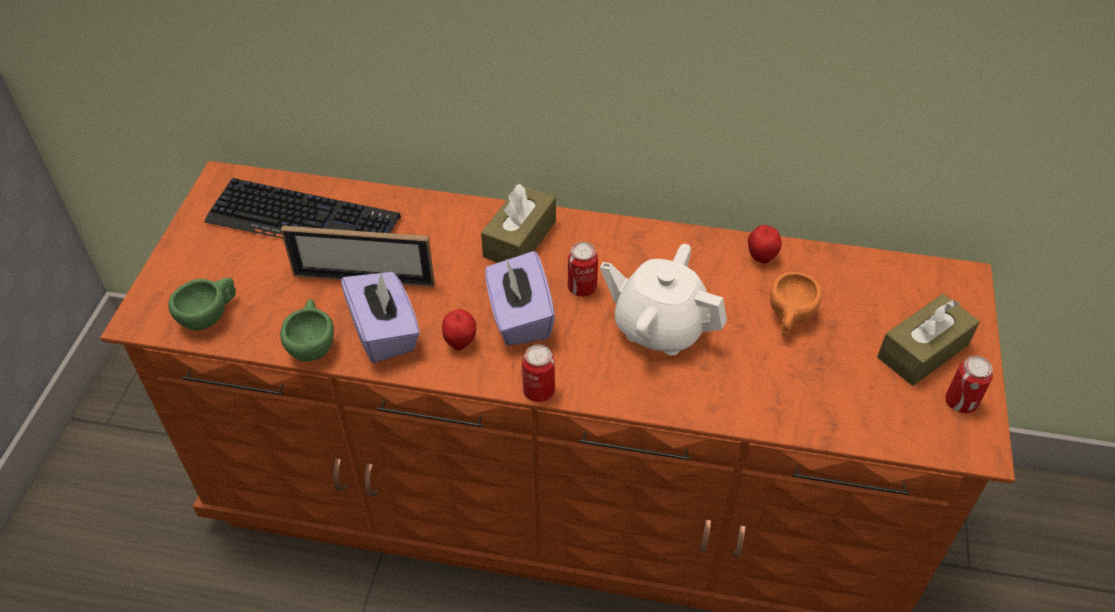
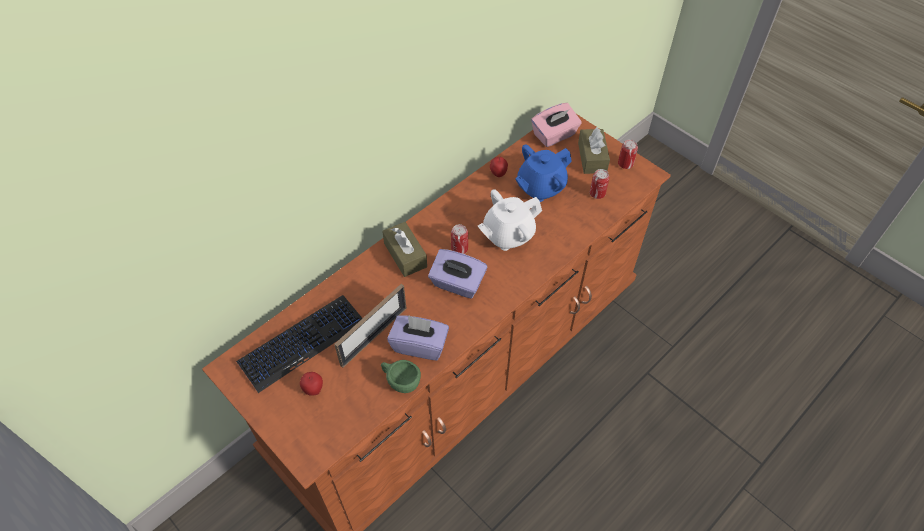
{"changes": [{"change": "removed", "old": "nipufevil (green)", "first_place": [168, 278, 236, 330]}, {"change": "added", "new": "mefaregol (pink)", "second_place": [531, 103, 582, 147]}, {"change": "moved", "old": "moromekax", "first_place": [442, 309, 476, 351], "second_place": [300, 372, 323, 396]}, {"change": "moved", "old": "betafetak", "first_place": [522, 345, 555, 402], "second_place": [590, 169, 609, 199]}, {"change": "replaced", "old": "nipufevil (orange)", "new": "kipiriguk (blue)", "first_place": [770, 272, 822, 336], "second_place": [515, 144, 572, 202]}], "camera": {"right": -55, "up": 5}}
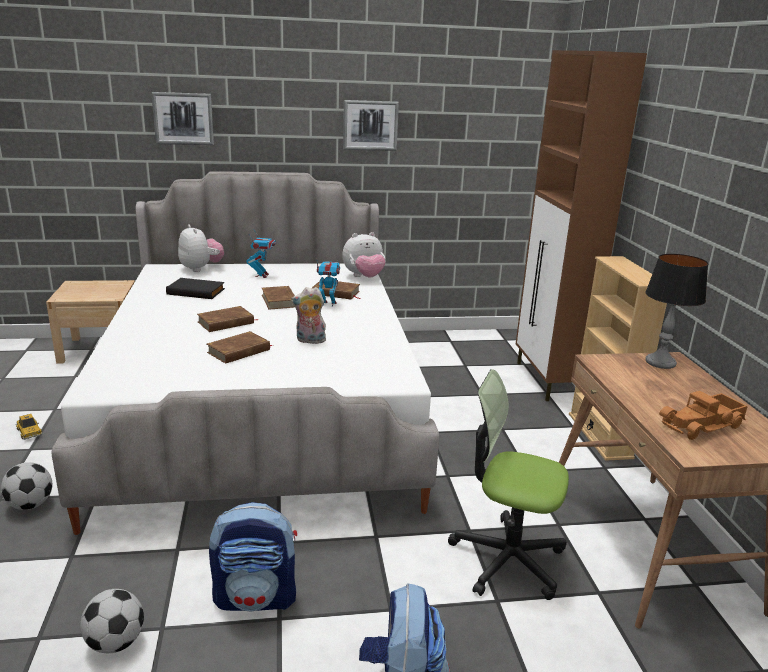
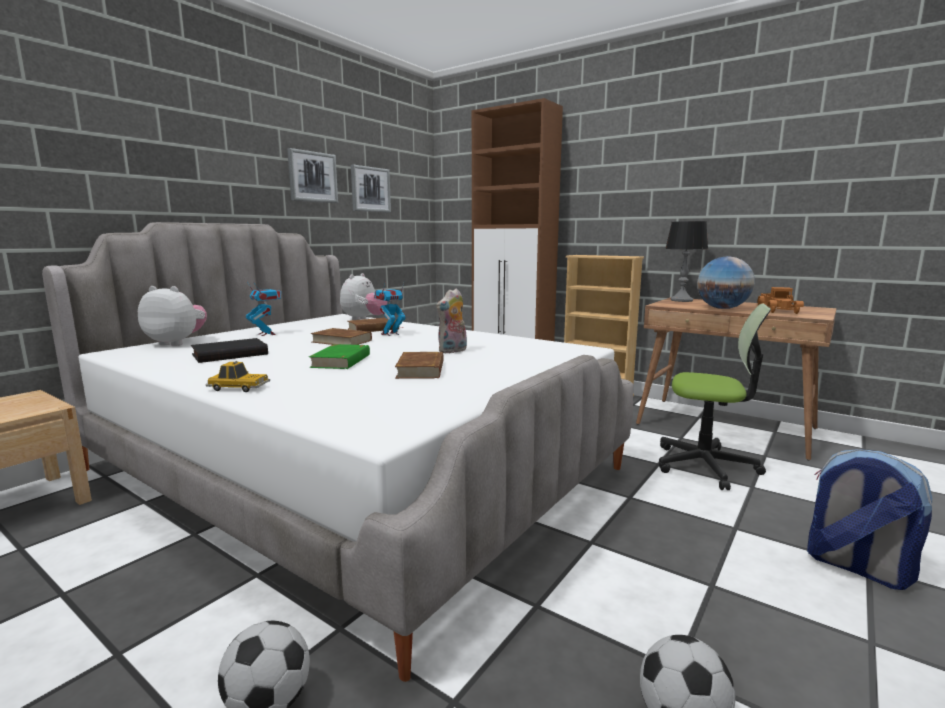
{"changes": [{"change": "removed", "old": "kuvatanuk", "first_place": [209, 502, 297, 612]}, {"change": "added", "new": "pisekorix", "second_place": [697, 256, 755, 309]}, {"change": "moved", "old": "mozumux", "first_place": [16, 414, 43, 440], "second_place": [206, 361, 270, 392]}, {"change": "moved", "old": "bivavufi", "first_place": [151, 92, 214, 145], "second_place": [351, 164, 391, 212]}, {"change": "recoloured", "old": "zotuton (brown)", "new": "zotuton (green)", "first_place": [197, 306, 258, 332], "second_place": [309, 344, 370, 369]}, {"change": "turned", "old": "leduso", "first_place": [448, 369, 569, 600], "second_place": [659, 303, 771, 490], "degrees": -135}], "camera": {"right": -45, "up": -10}}
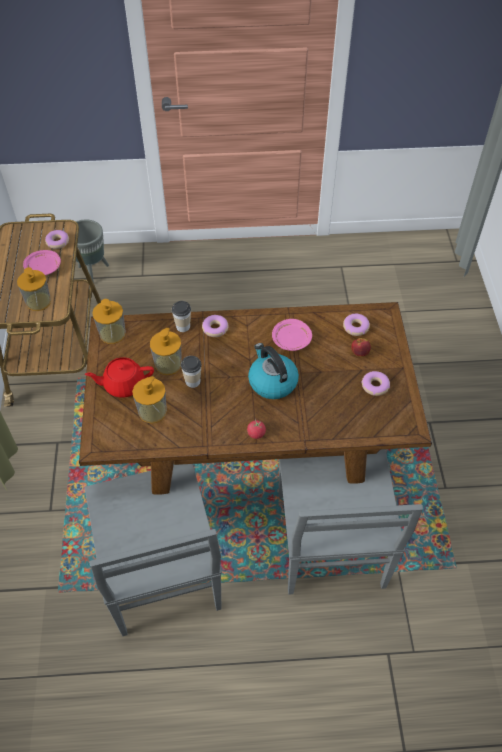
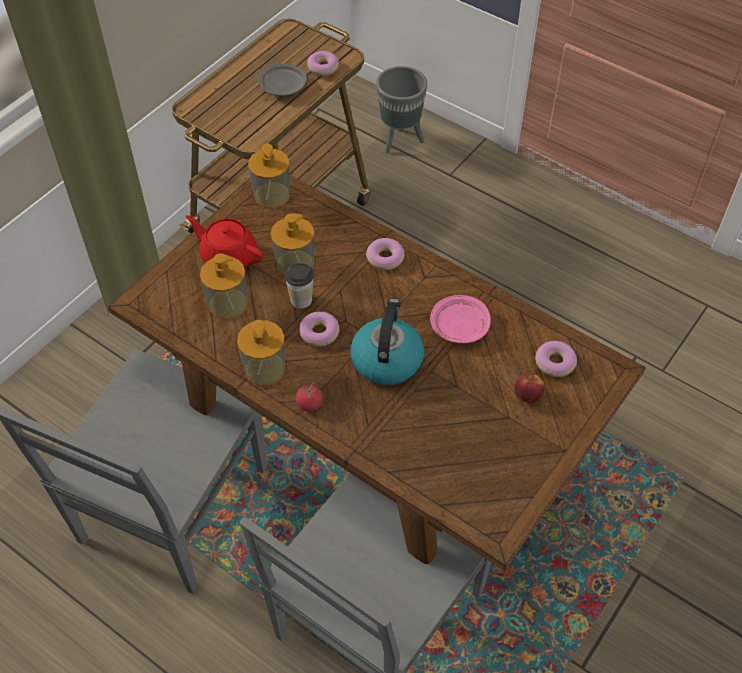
{"changes": [{"change": "removed", "old": "nipufevil", "first_place": [172, 301, 191, 332]}, {"change": "moved", "old": "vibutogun", "first_place": [17, 267, 51, 311], "second_place": [237, 320, 285, 386]}, {"change": "moved", "old": "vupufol", "first_place": [361, 371, 390, 396], "second_place": [299, 312, 339, 347]}, {"change": "recoloured", "old": "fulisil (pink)", "new": "fulisil (grey)", "first_place": [23, 250, 61, 275], "second_place": [258, 64, 307, 96]}], "camera": {"right": 40, "up": 0}}
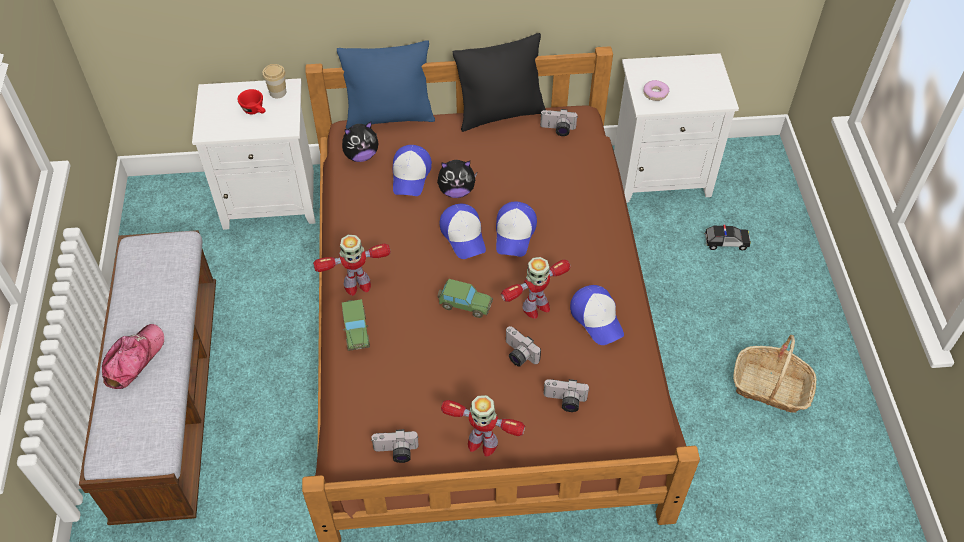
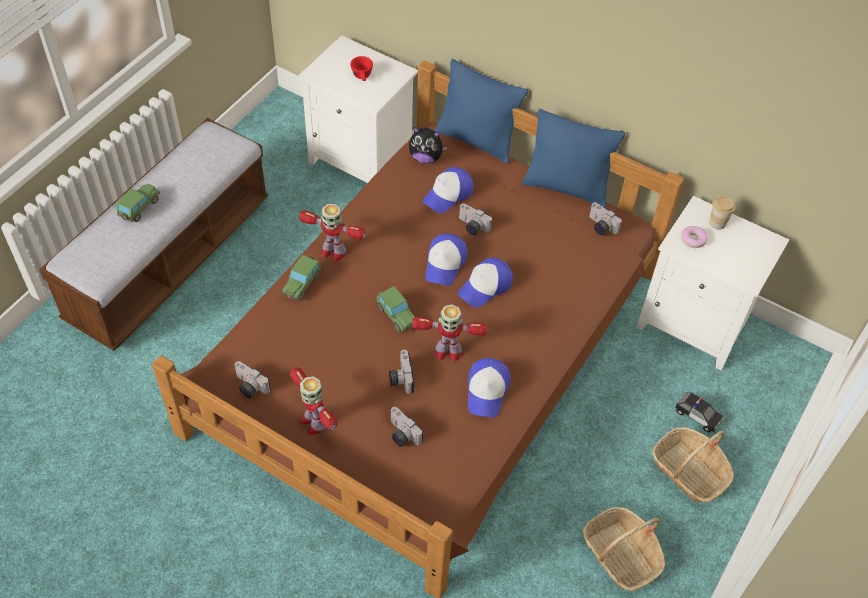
{"changes": [{"change": "added", "new": "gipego", "second_place": [652, 427, 734, 503]}, {"change": "moved", "old": "nipufevil", "first_place": [262, 64, 286, 98], "second_place": [709, 196, 736, 230]}, {"change": "replaced", "old": "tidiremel", "new": "mozumux", "first_place": [102, 324, 164, 389], "second_place": [116, 184, 160, 222]}, {"change": "replaced", "old": "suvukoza", "new": "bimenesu", "first_place": [437, 160, 477, 198], "second_place": [459, 203, 492, 235]}, {"change": "recoloured", "old": "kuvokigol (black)", "new": "kuvokigol (blue)", "first_place": [453, 33, 546, 132], "second_place": [522, 109, 626, 208]}], "camera": {"right": 35, "up": 0}}
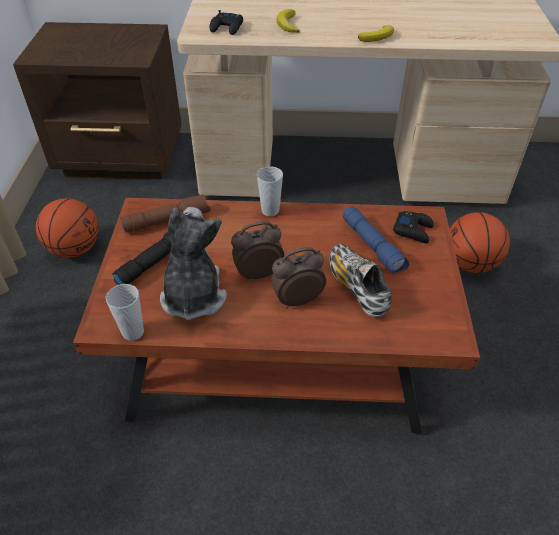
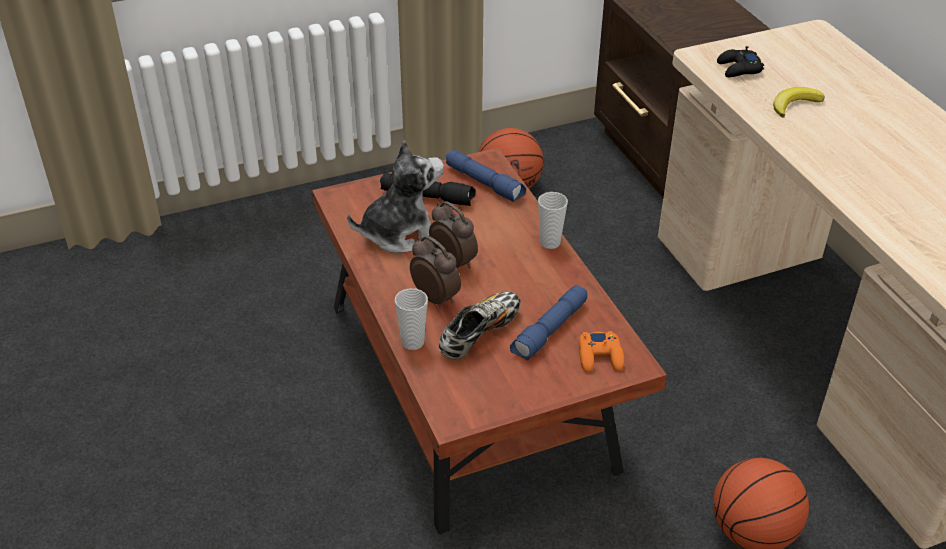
{"changes": [{"change": "removed", "old": "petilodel", "first_place": [358, 25, 394, 42]}, {"change": "moved", "old": "nipufevil", "first_place": [106, 284, 144, 341], "second_place": [395, 288, 428, 350]}, {"change": "recoloured", "old": "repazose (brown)", "new": "repazose (blue)", "first_place": [120, 195, 211, 233], "second_place": [446, 150, 526, 202]}, {"change": "recoloured", "old": "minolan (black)", "new": "minolan (orange)", "first_place": [393, 211, 434, 243], "second_place": [579, 331, 624, 372]}], "camera": {"right": 65, "up": -5}}
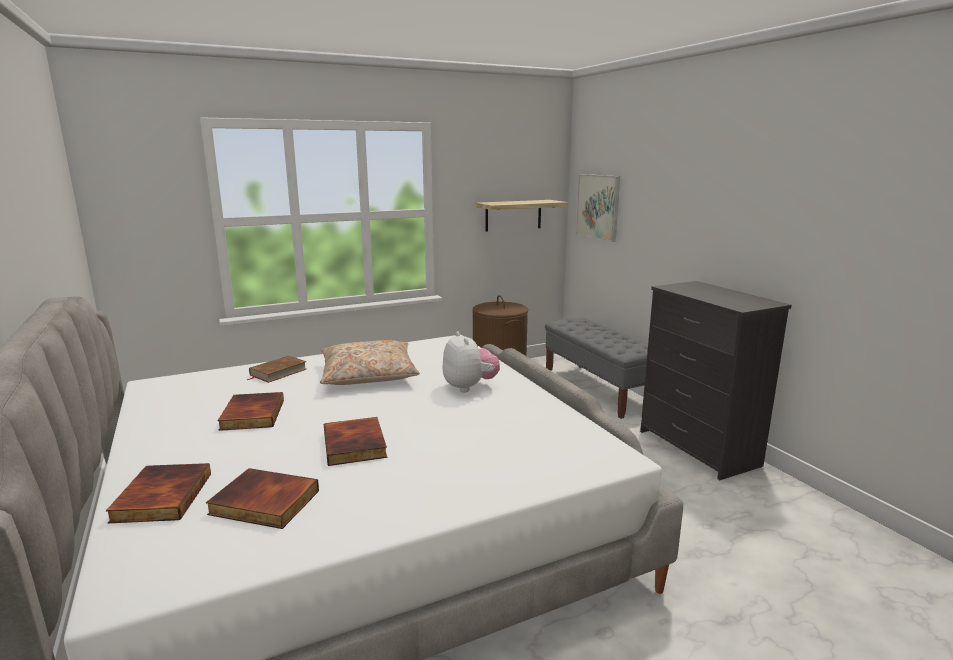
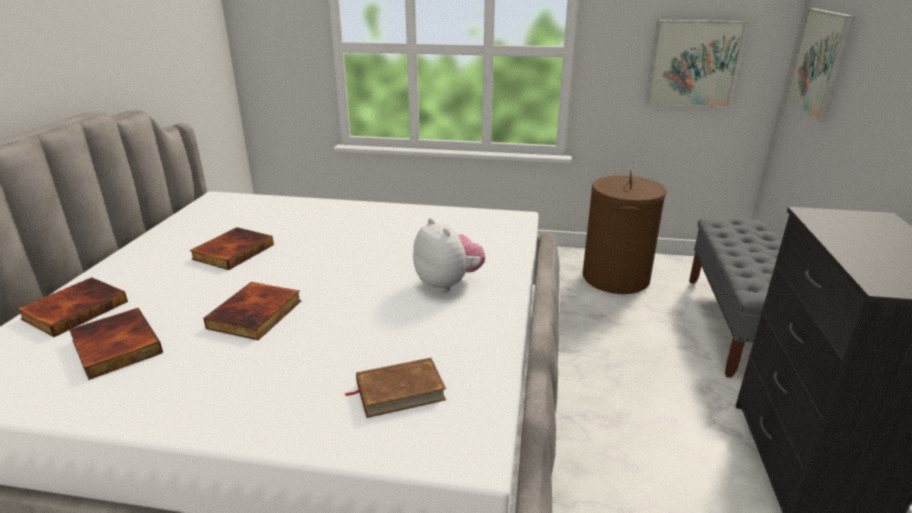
{"changes": [{"change": "removed", "old": "kuvokigol (beige)", "first_place": [320, 340, 420, 385]}, {"change": "moved", "old": "zotuton (brown)", "first_place": [247, 356, 307, 383], "second_place": [345, 358, 446, 418]}, {"change": "replaced", "old": "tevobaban", "new": "bivavufi", "first_place": [476, 200, 568, 232], "second_place": [645, 20, 747, 108]}, {"change": "turned", "old": "suvukoza", "first_place": [443, 332, 500, 392], "second_place": [413, 218, 485, 292], "degrees": -45}], "camera": {"right": 35, "up": 10}}
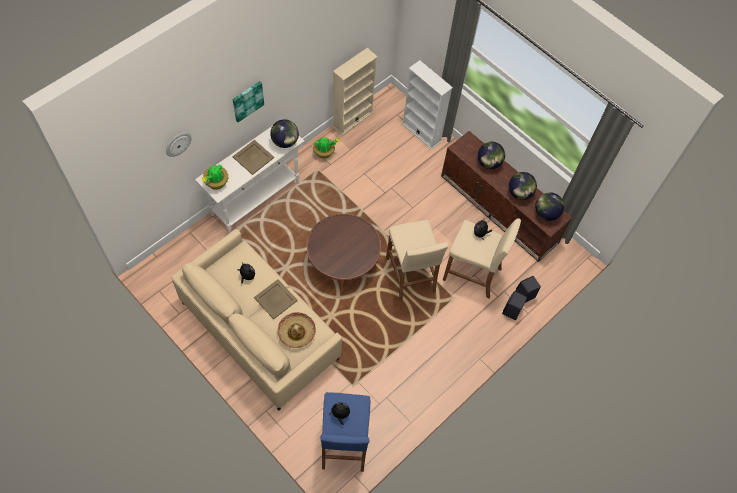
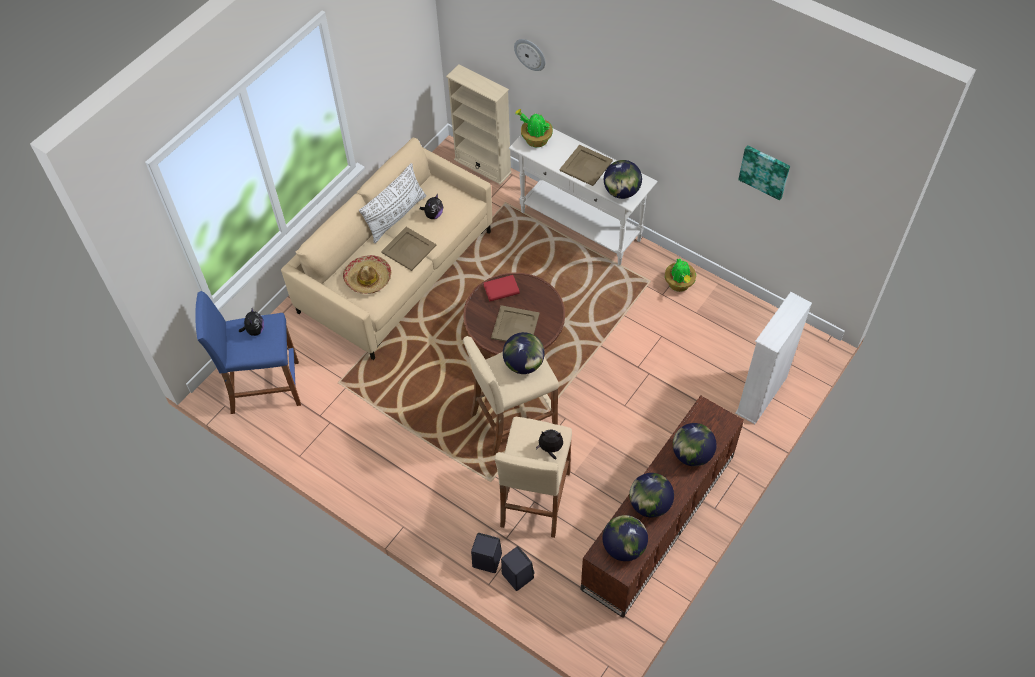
{"changes": [{"change": "added", "new": "kuvokigol (white)", "second_place": [359, 163, 426, 243]}, {"change": "added", "new": "zotuton (red)", "second_place": [484, 275, 520, 302]}, {"change": "added", "new": "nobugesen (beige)", "second_place": [491, 305, 540, 342]}, {"change": "added", "new": "pisekorix", "second_place": [503, 332, 544, 374]}, {"change": "moved", "old": "bivavufi", "first_place": [233, 81, 264, 122], "second_place": [738, 145, 790, 200]}, {"change": "moved", "old": "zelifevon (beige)", "first_place": [333, 48, 378, 135], "second_place": [446, 64, 512, 185]}], "camera": {"right": 85, "up": -5}}
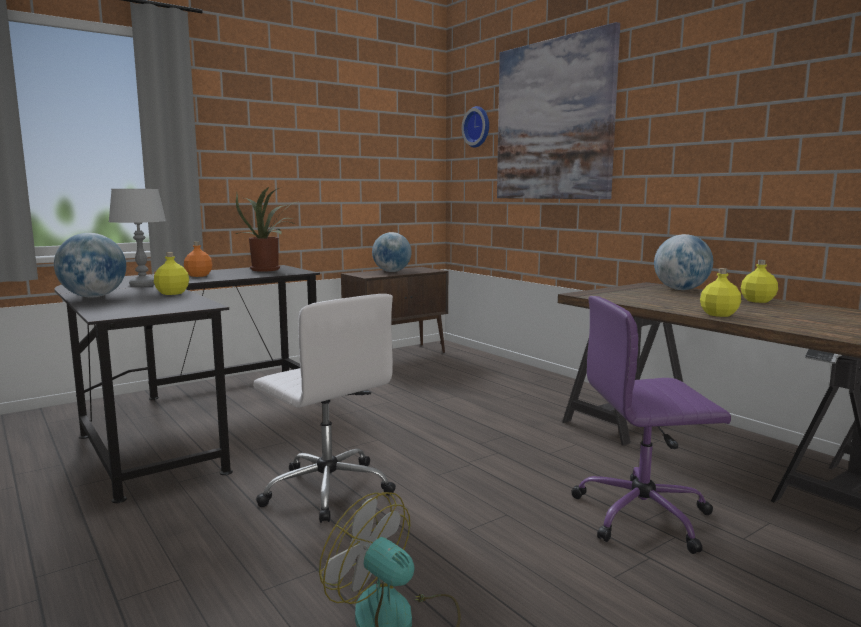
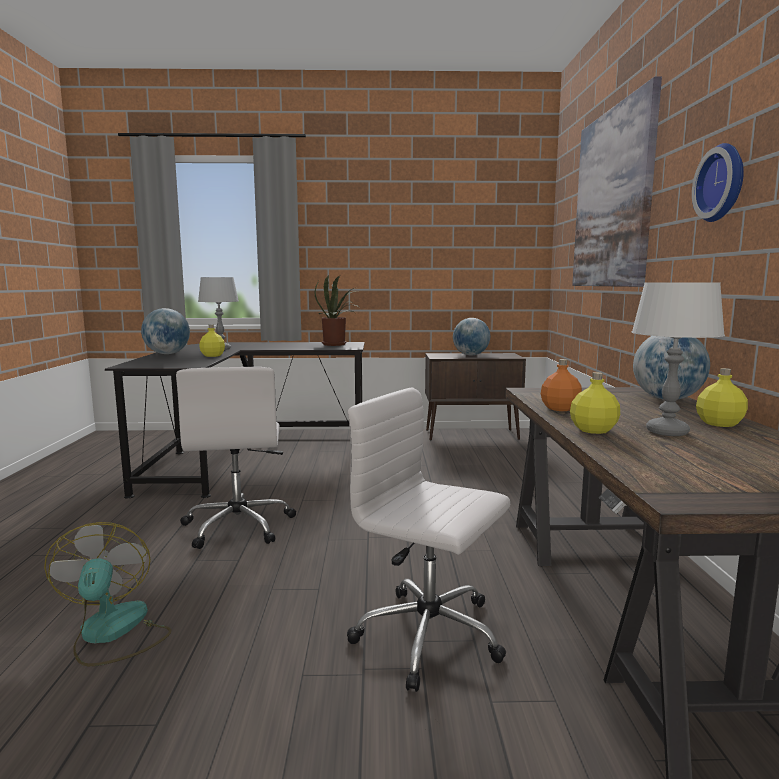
{"changes": [{"change": "added", "new": "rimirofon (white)", "second_place": [631, 282, 725, 436]}, {"change": "moved", "old": "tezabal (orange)", "first_place": [184, 242, 213, 277], "second_place": [541, 359, 582, 411]}, {"change": "moved", "old": "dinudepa", "first_place": [462, 106, 489, 148], "second_place": [692, 143, 744, 222]}, {"change": "recoloured", "old": "leduso (purple)", "new": "leduso (white)", "first_place": [572, 296, 731, 554], "second_place": [347, 387, 510, 692]}], "camera": {"right": 35, "up": 0}}
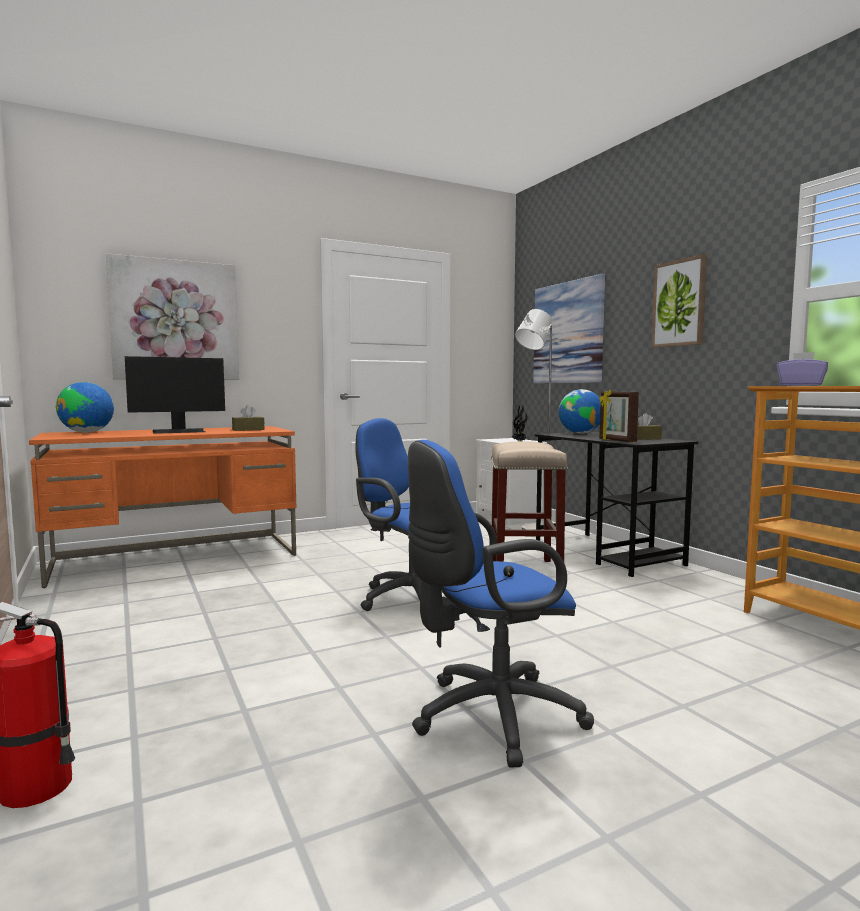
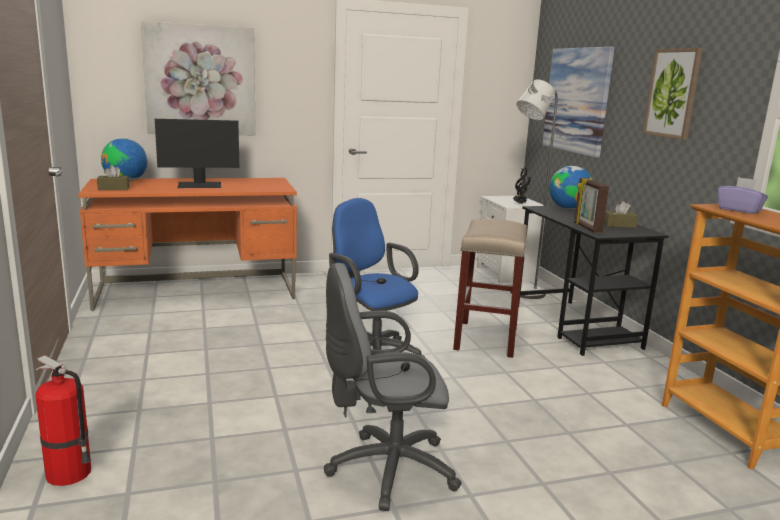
{"changes": [{"change": "moved", "old": "mefaregol (brown)", "first_place": [232, 405, 264, 431], "second_place": [97, 165, 129, 190]}, {"change": "recoloured", "old": "leduso (blue)", "new": "leduso (grey)", "first_place": [408, 440, 594, 767], "second_place": [324, 263, 461, 511]}], "camera": {"right": 10, "up": 10}}
